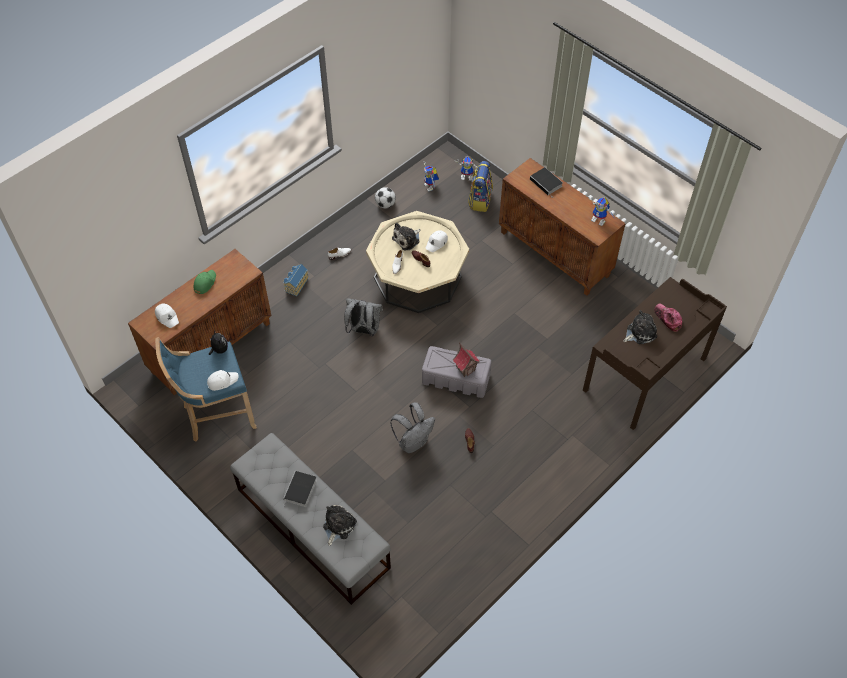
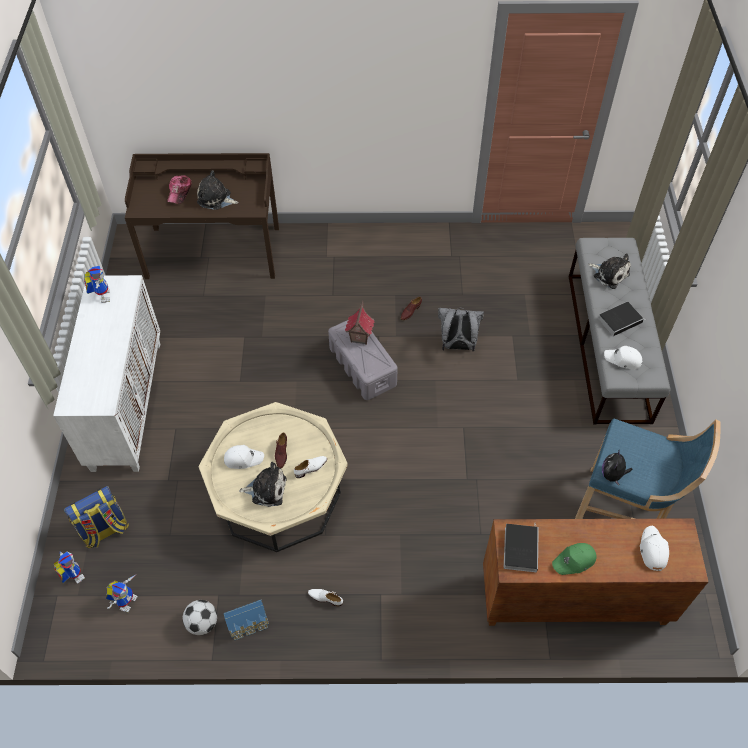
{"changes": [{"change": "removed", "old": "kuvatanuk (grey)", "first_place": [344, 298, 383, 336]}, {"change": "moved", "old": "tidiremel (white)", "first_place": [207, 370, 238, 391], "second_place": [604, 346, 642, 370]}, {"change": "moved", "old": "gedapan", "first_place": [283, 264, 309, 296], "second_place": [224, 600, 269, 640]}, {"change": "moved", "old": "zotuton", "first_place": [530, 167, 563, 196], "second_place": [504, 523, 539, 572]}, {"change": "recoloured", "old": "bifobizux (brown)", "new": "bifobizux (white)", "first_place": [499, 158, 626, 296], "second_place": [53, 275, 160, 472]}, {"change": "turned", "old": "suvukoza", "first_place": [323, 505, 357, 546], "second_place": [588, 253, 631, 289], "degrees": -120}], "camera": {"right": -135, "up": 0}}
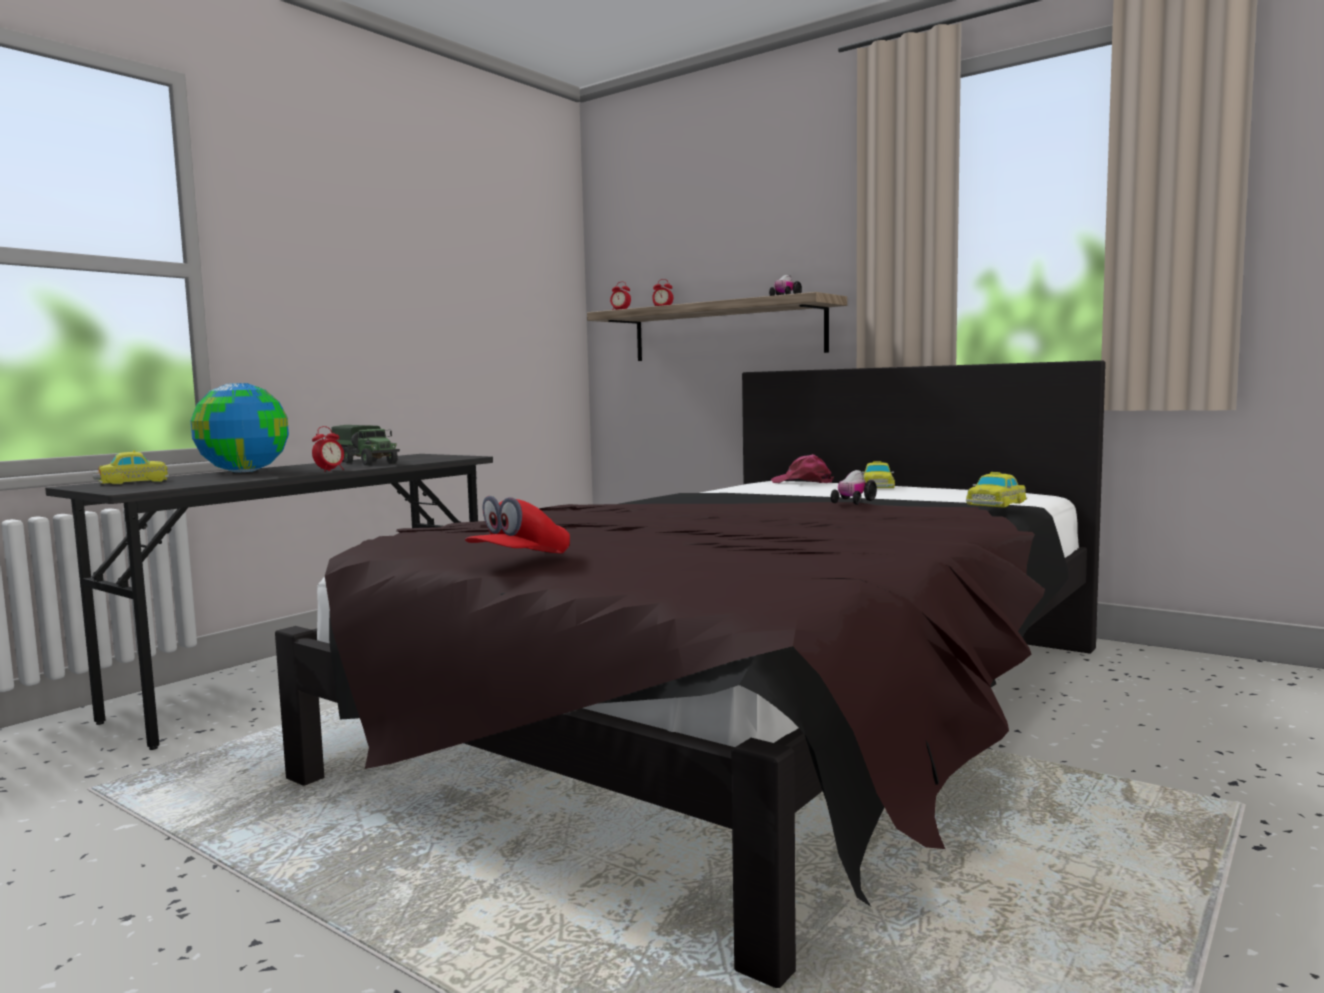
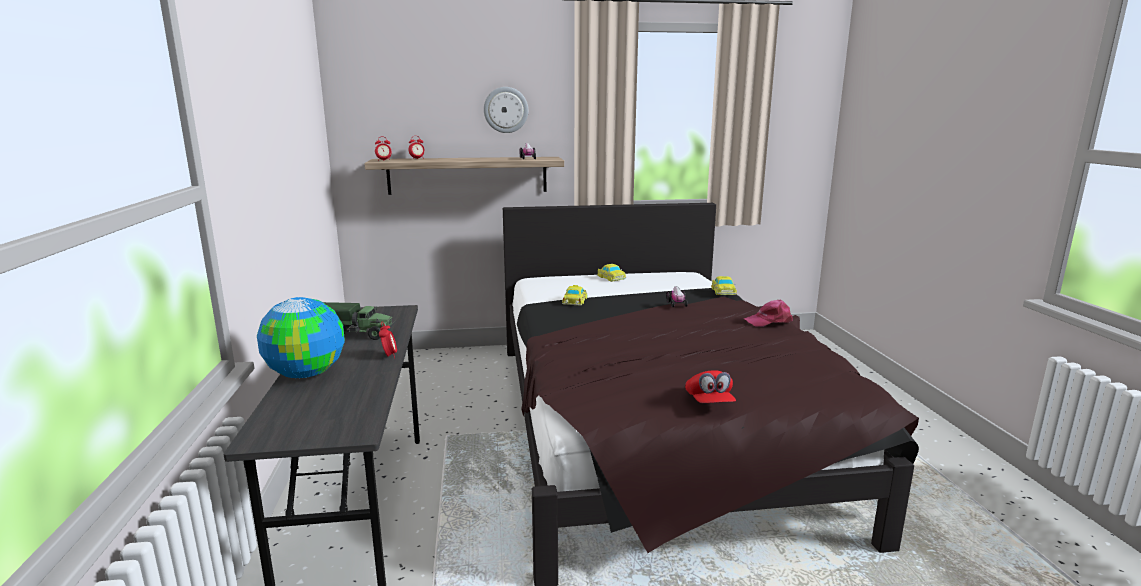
{"changes": [{"change": "added", "new": "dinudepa", "second_place": [484, 87, 528, 133]}, {"change": "moved", "old": "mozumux", "first_place": [92, 450, 169, 484], "second_place": [562, 285, 587, 306]}, {"change": "moved", "old": "tidiremel (pink)", "first_place": [771, 454, 834, 483], "second_place": [744, 300, 793, 327]}], "camera": {"right": -45, "up": 10}}
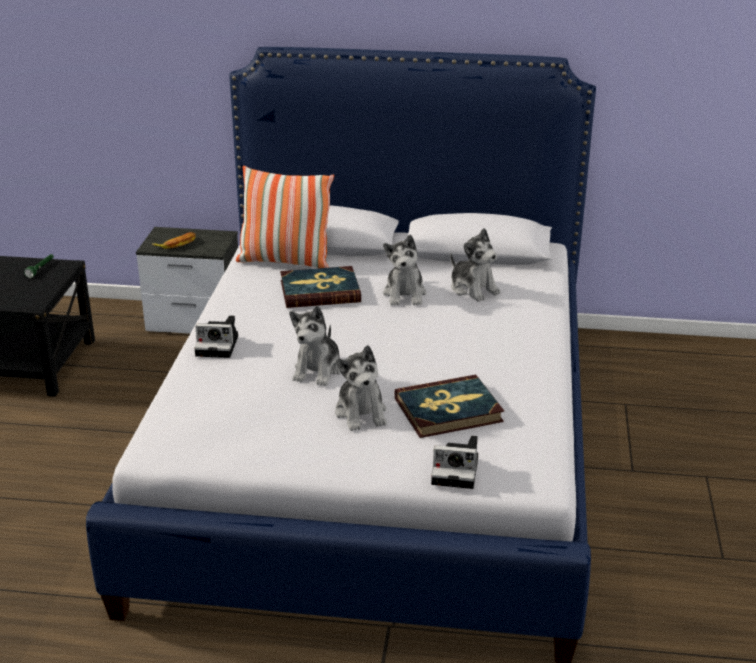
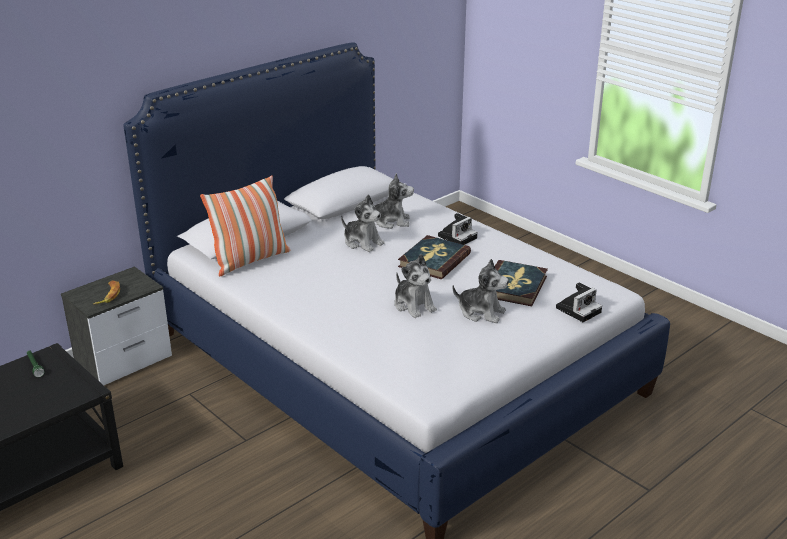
{"changes": [{"change": "moved", "old": "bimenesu", "first_place": [194, 315, 238, 358], "second_place": [438, 213, 478, 245]}, {"change": "moved", "old": "zotuton", "first_place": [280, 266, 361, 308], "second_place": [398, 235, 471, 279]}], "camera": {"right": -50, "up": 0}}
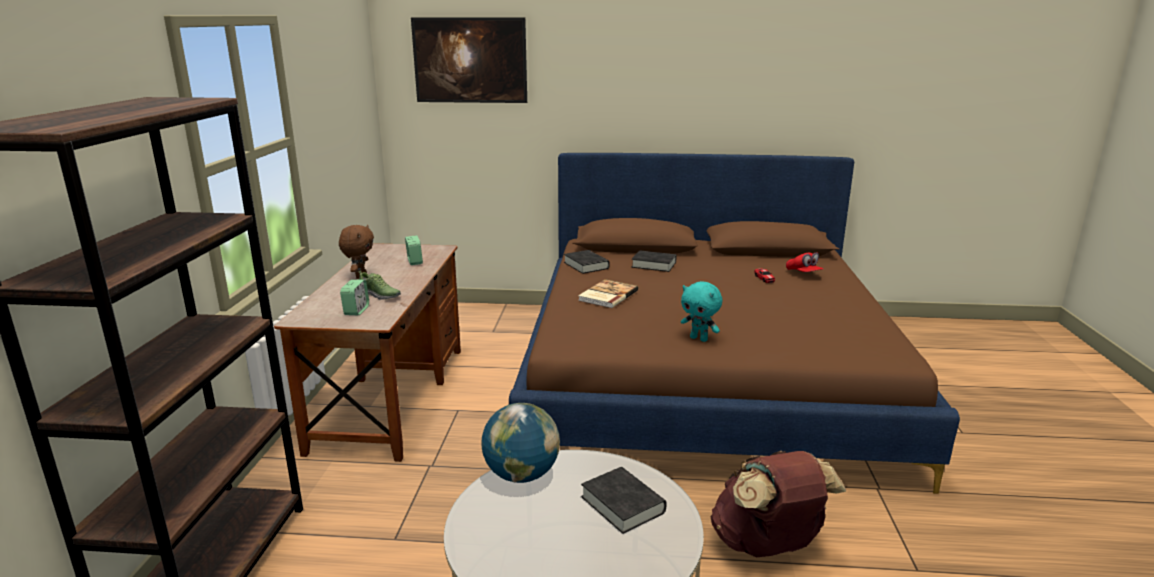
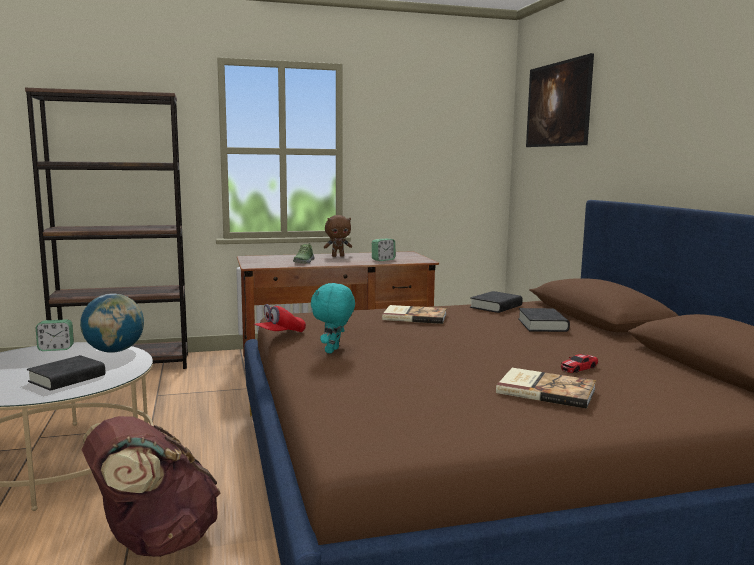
{"changes": [{"change": "added", "new": "zotuton", "second_place": [496, 368, 596, 409]}, {"change": "moved", "old": "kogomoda", "first_place": [340, 280, 369, 315], "second_place": [36, 319, 74, 351]}, {"change": "moved", "old": "tidiremel (red)", "first_place": [786, 253, 824, 272], "second_place": [254, 304, 306, 332]}], "camera": {"right": 70, "up": -10}}
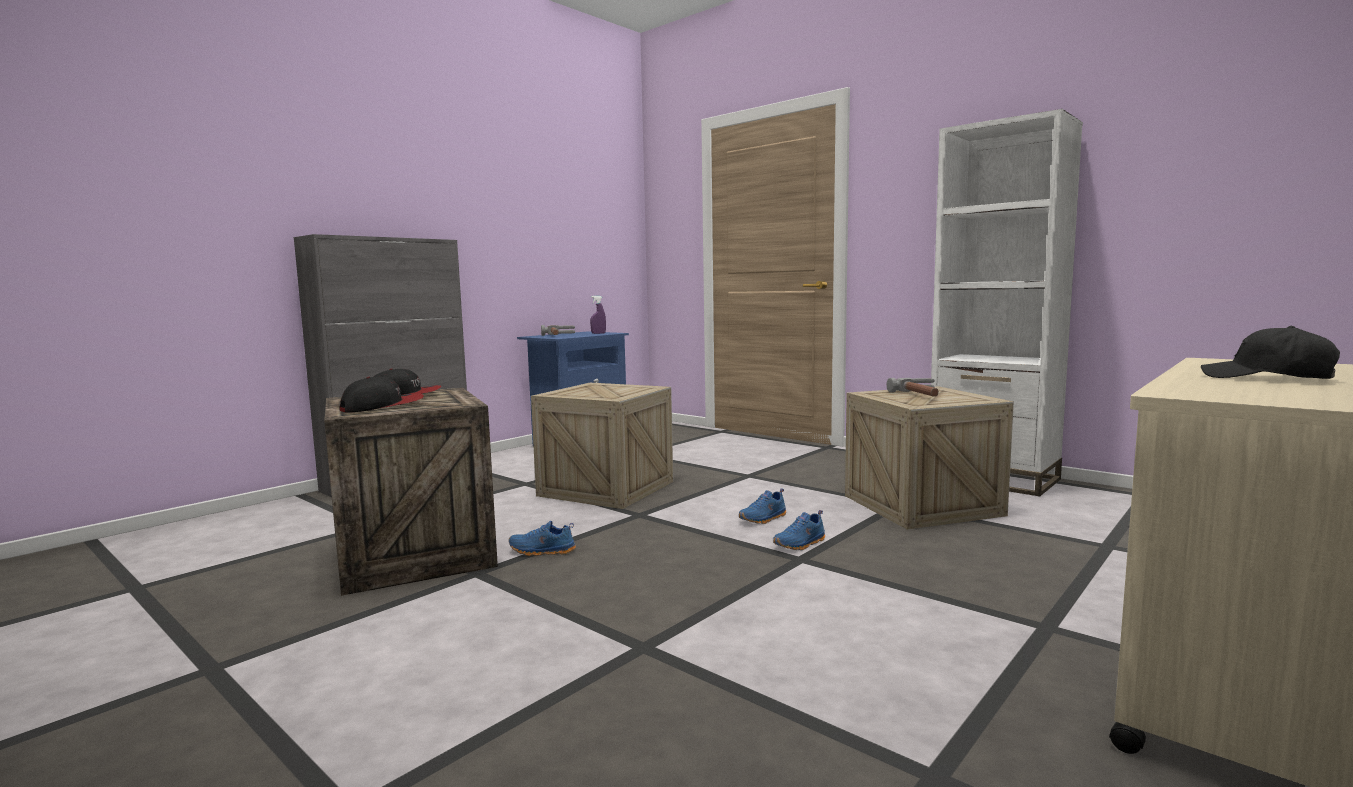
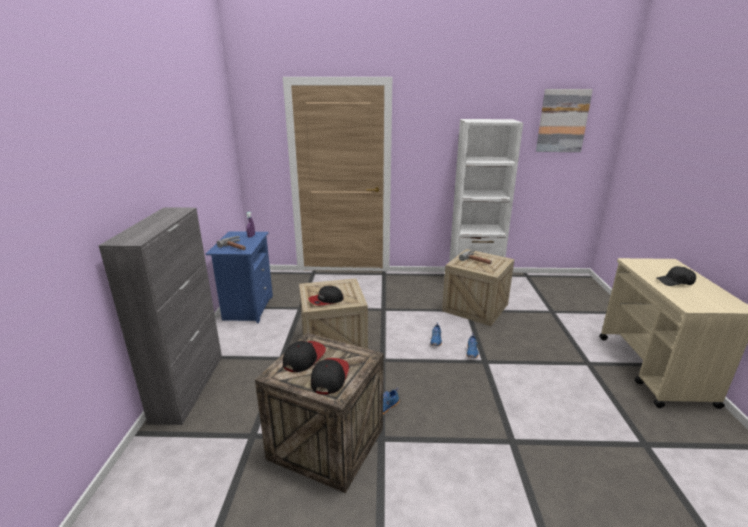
{"changes": [{"change": "added", "new": "tidiremel", "second_place": [308, 286, 344, 306]}, {"change": "added", "new": "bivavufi", "second_place": [536, 89, 593, 152]}], "camera": {"right": -40, "up": 15}}
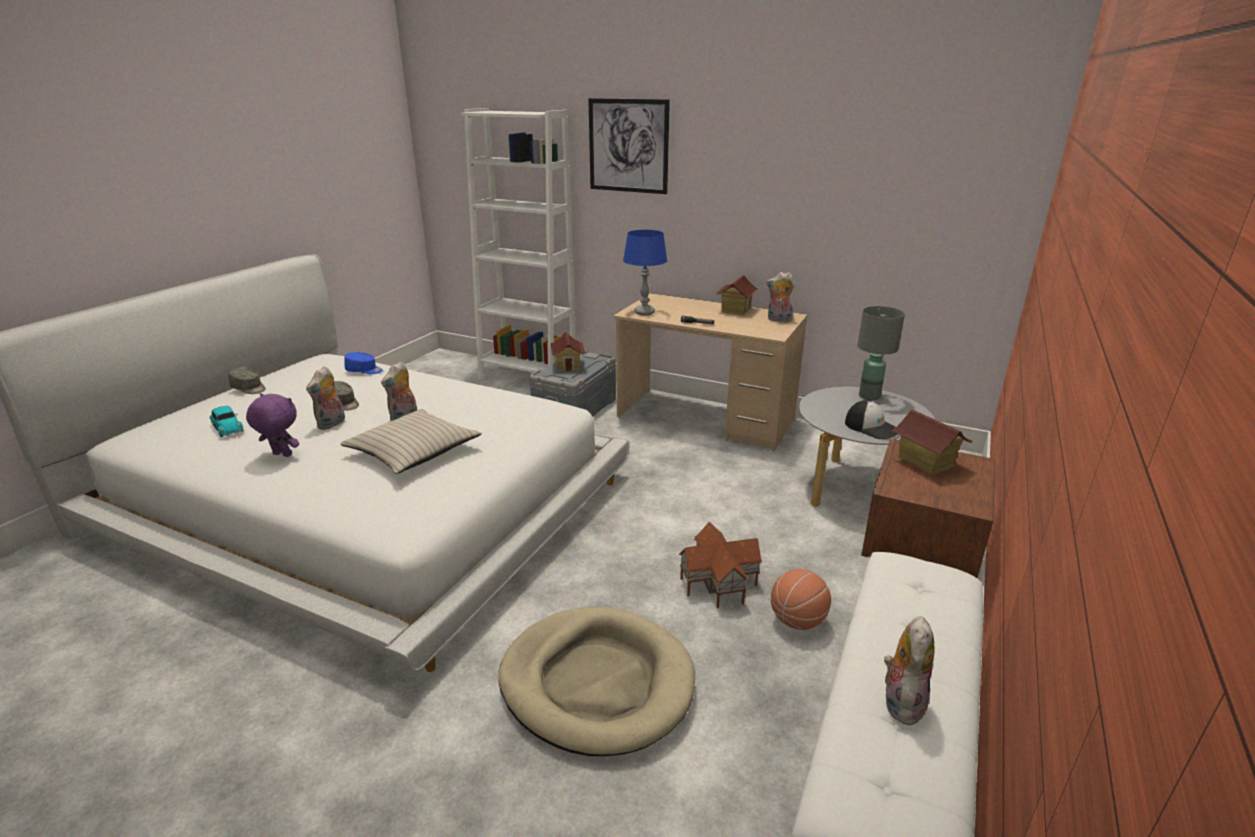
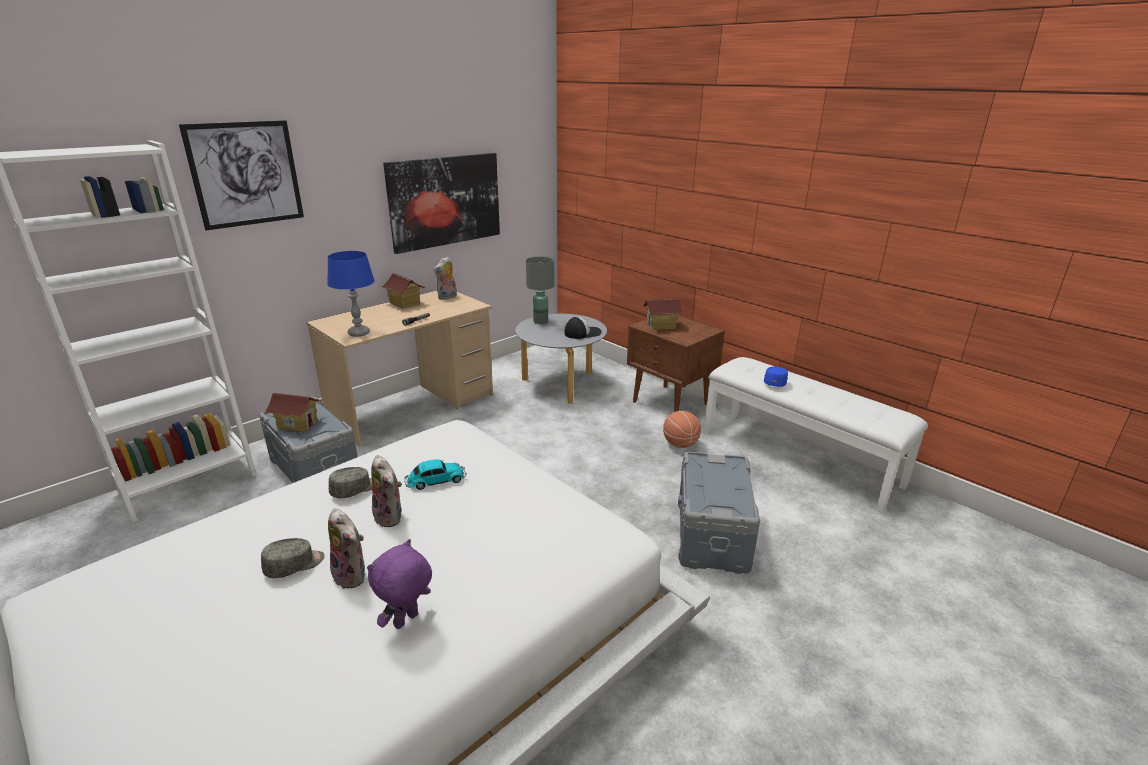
{"changes": [{"change": "removed", "old": "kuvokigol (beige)", "first_place": [340, 409, 482, 474]}, {"change": "removed", "old": "gedapan", "first_place": [679, 522, 762, 608]}, {"change": "removed", "old": "suvukoza", "first_place": [884, 616, 935, 725]}, {"change": "added", "new": "bivavufi", "second_place": [383, 153, 500, 254]}, {"change": "moved", "old": "mozumux", "first_place": [209, 406, 243, 437], "second_place": [404, 459, 467, 490]}, {"change": "moved", "old": "tidiremel (grey)", "first_place": [229, 367, 266, 394], "second_place": [329, 467, 372, 499]}, {"change": "moved", "old": "tidiremel (blue)", "first_place": [344, 352, 383, 374], "second_place": [764, 367, 788, 387]}, {"change": "replaced", "old": "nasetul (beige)", "new": "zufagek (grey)", "first_place": [498, 607, 695, 756], "second_place": [678, 451, 760, 574]}], "camera": {"right": -70, "up": 0}}
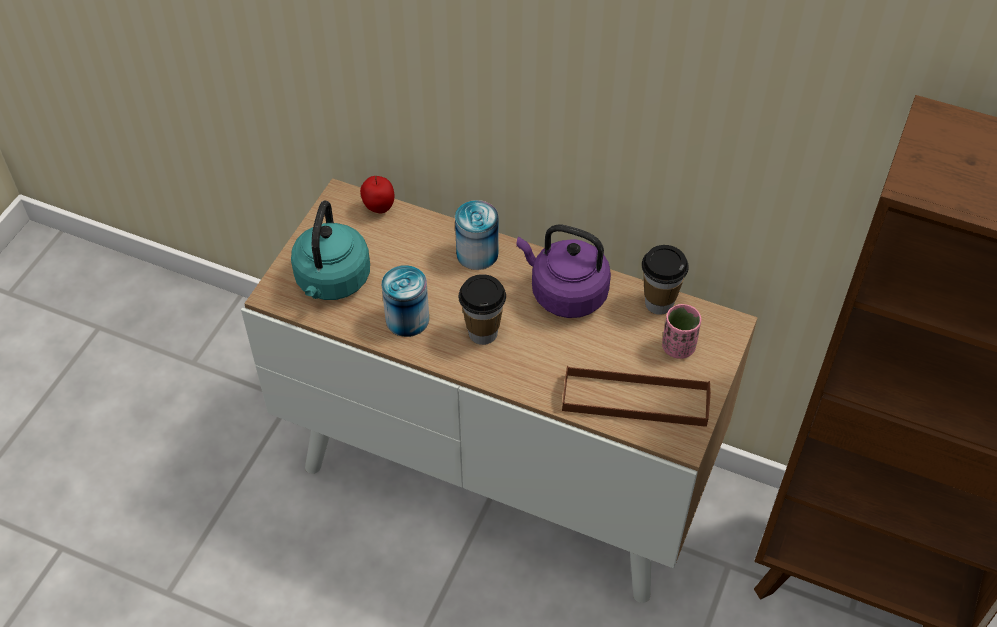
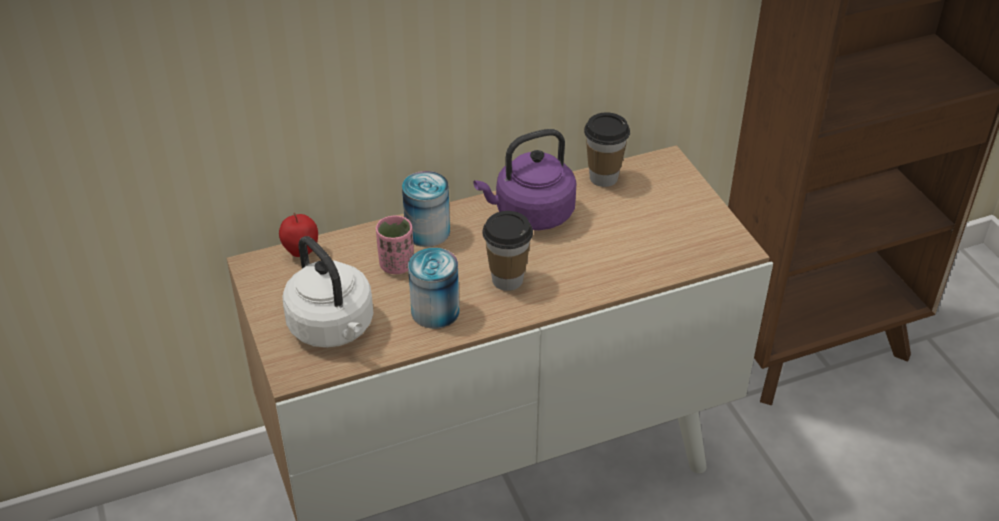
{"changes": [{"change": "removed", "old": "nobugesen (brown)", "first_place": [562, 366, 711, 427]}, {"change": "moved", "old": "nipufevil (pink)", "first_place": [662, 304, 701, 359], "second_place": [376, 215, 414, 274]}, {"change": "recoloured", "old": "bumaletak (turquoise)", "new": "bumaletak (white)", "first_place": [291, 201, 370, 300], "second_place": [282, 236, 374, 348]}], "camera": {"right": -45, "up": -10}}
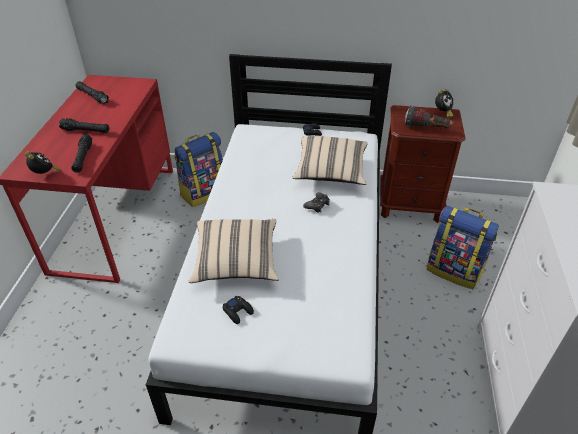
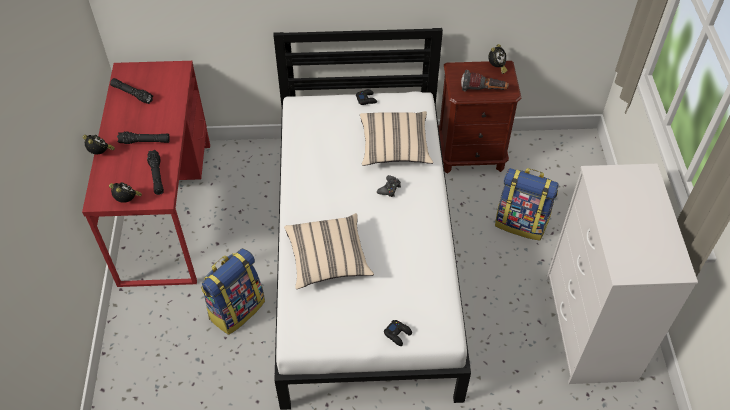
{"changes": [{"change": "added", "new": "kogomoda", "second_place": [83, 135, 115, 154]}, {"change": "moved", "old": "kuvatanuk", "first_place": [174, 132, 223, 207], "second_place": [201, 248, 265, 335]}, {"change": "moved", "old": "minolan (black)", "first_place": [223, 296, 254, 324], "second_place": [384, 320, 412, 346]}], "camera": {"right": -10, "up": 10}}
